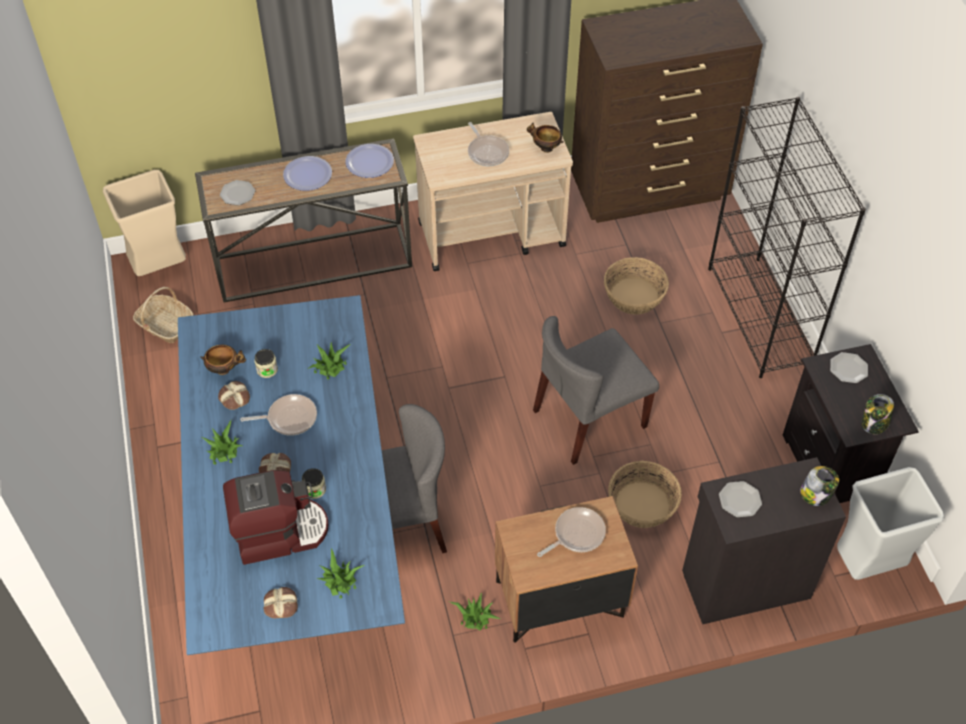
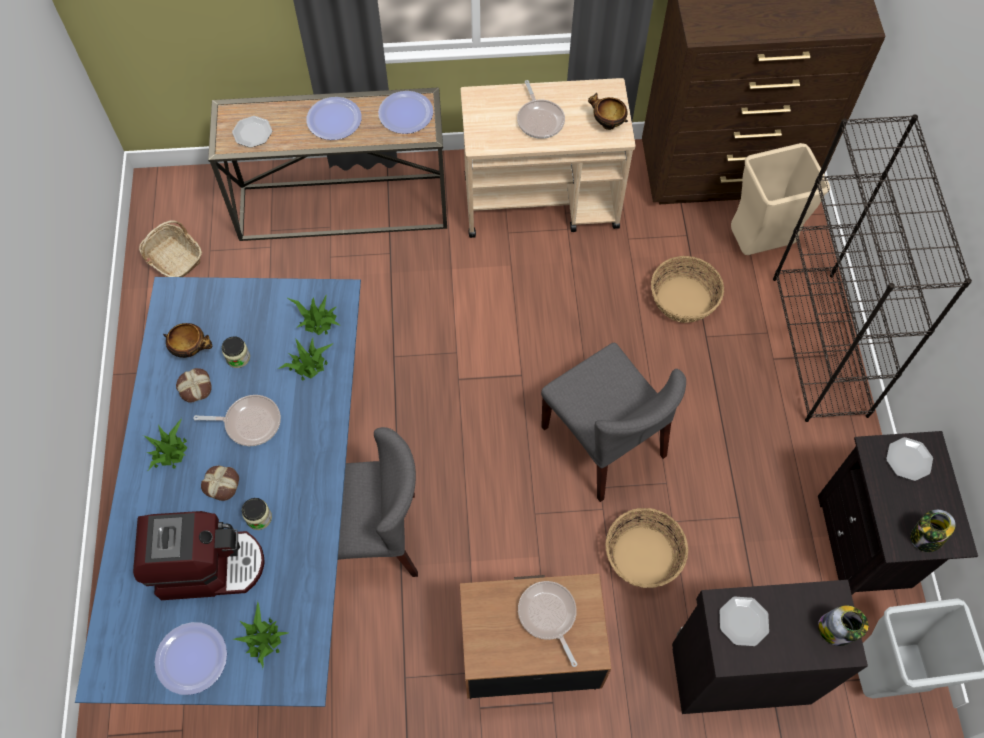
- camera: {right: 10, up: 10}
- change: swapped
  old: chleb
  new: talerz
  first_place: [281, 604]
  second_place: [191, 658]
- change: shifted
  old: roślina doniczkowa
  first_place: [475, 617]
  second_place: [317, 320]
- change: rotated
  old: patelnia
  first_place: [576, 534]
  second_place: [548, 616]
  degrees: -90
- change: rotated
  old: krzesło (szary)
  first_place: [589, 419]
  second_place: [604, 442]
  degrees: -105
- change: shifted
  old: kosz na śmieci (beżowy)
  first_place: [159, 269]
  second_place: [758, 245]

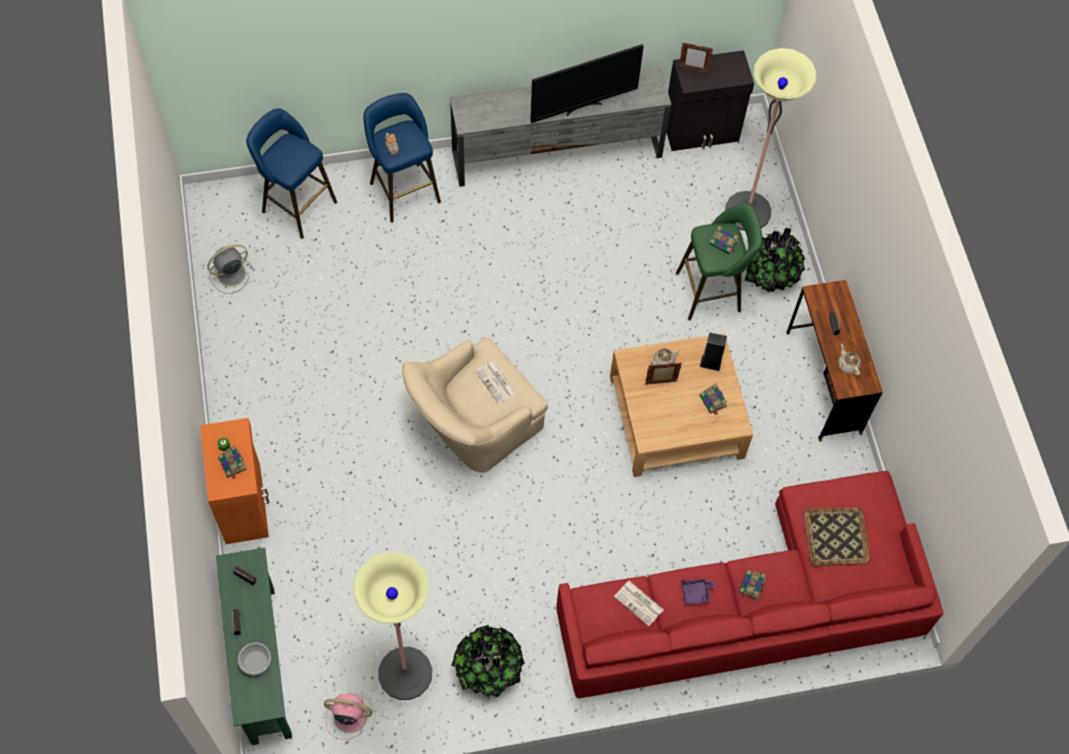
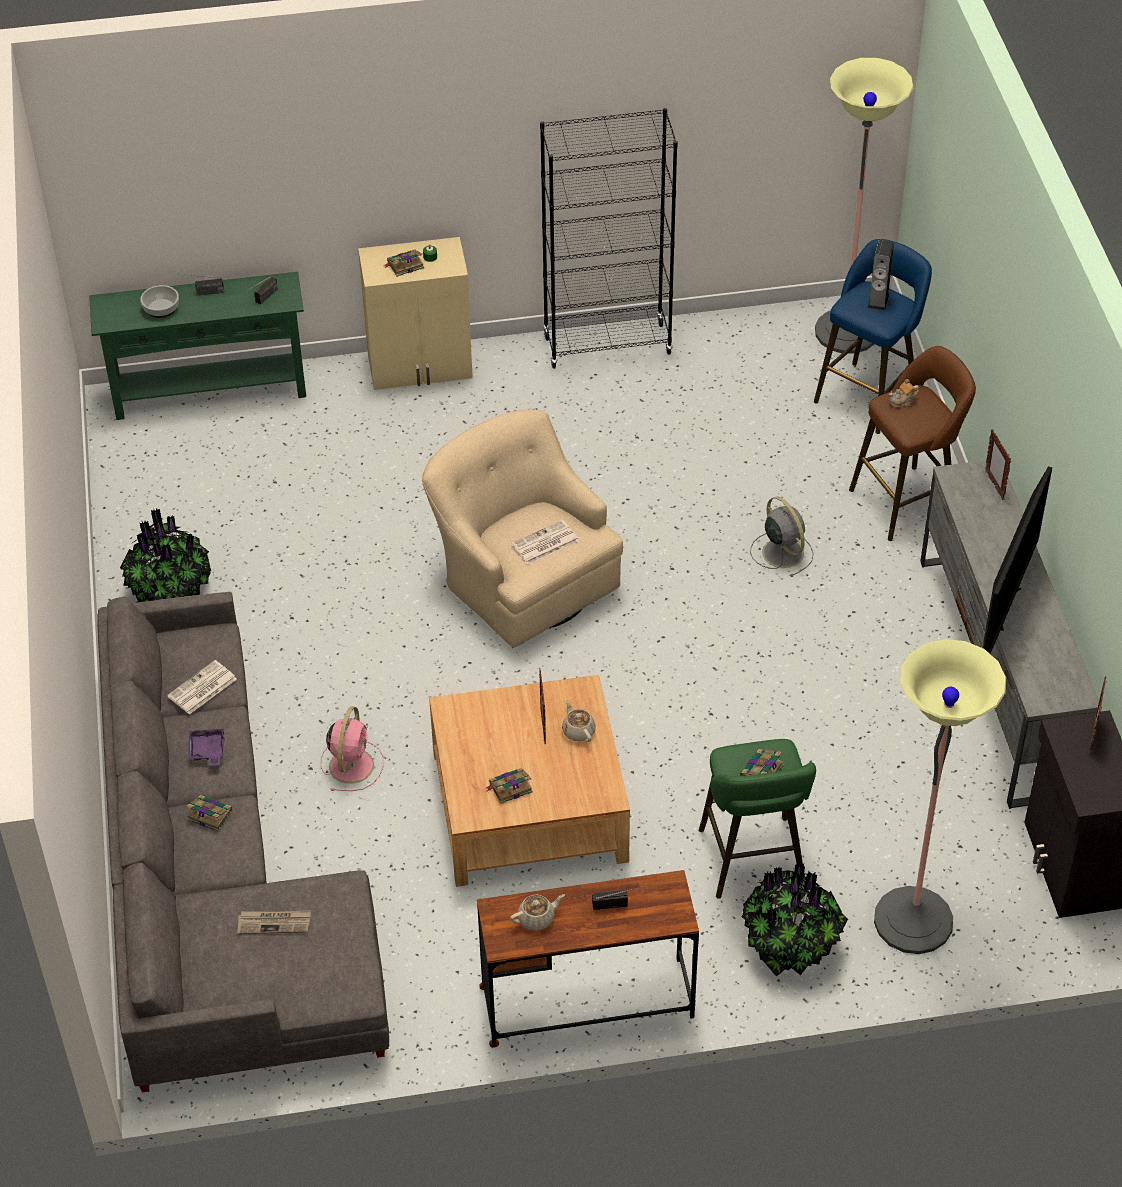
- camera: {right: 95, up: -15}
- change: repainted
  old: kanapa (czerwony)
  new: kanapa (szary)
  first_place: [756, 606]
  second_place: [217, 886]
- change: swapped
  old: taca
  new: gazeta
  first_place: [835, 536]
  second_place: [274, 923]
- change: shifted
  old: wentylator (różowy)
  first_place: [349, 716]
  second_place: [352, 764]
- change: repainted
  old: szafka (pomarańczowy)
  new: szafka (beżowy)
  first_place: [244, 503]
  second_place: [421, 367]
- change: new
  new: regał (czarny)
  second_place: [607, 345]
- change: shifted
  old: wentylator (szary)
  first_place: [230, 275]
  second_place: [781, 551]
- change: shifted
  old: lampa stojąca
  first_place: [405, 673]
  second_place: [846, 332]
- change: repainted
  old: stołek (niebieski)
  new: stołek (brązowy)
  first_place: [403, 189]
  second_place: [907, 501]
- change: shifted
  old: głośnik
  first_place: [710, 363]
  second_place: [878, 300]
- change: rotated
  old: telewizor
  first_place: [583, 106]
  second_place: [1005, 607]
  degrees: -135
- change: new
  new: ramka na zdjęcie
  second_place: [994, 485]

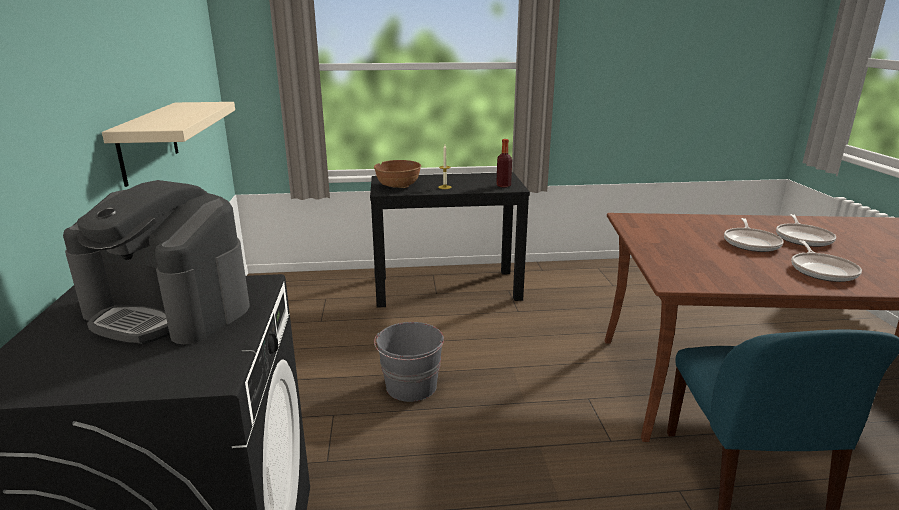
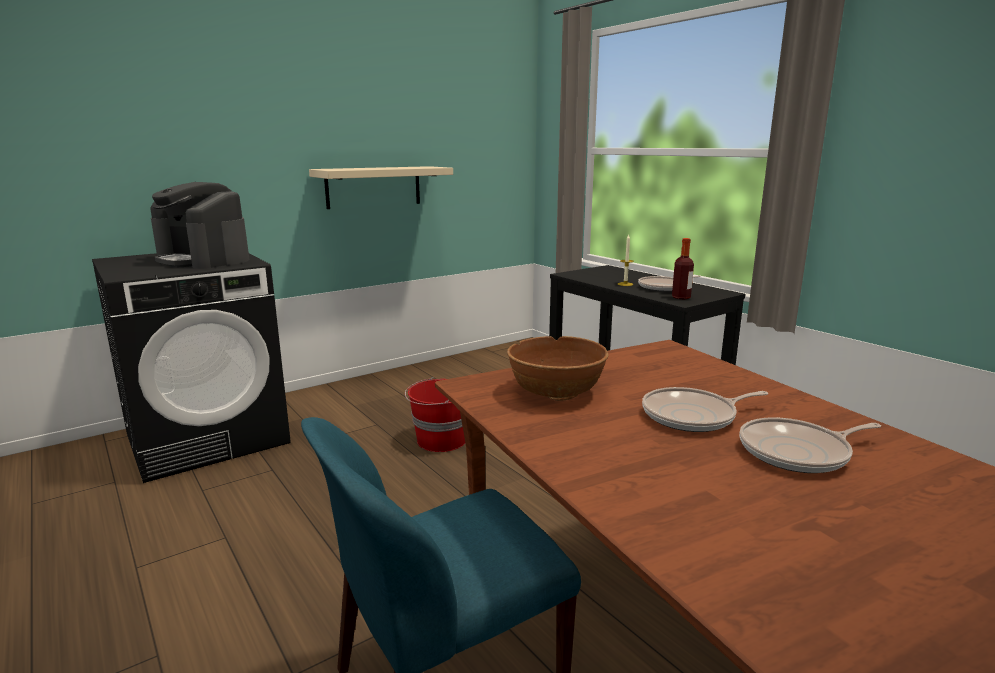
- camera: {right: 60, up: -5}
- change: rotated
  old: ekspres do kawy
  first_place: [170, 310]
  second_place: [204, 260]
  degrees: -45
- change: repainted
  old: wiadro (szary)
  new: wiadro (czerwony)
  first_place: [411, 387]
  second_place: [440, 440]
- change: shifted
  old: miska (brązowy)
  first_place: [398, 186]
  second_place: [555, 392]
- change: shifted
  old: patelnia
  first_place: [822, 270]
  second_place: [664, 287]

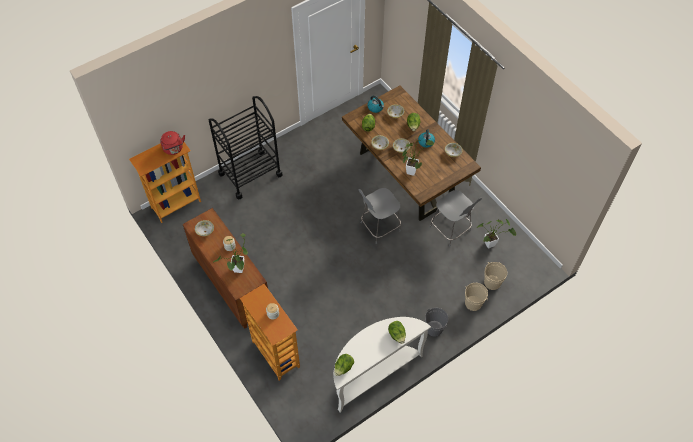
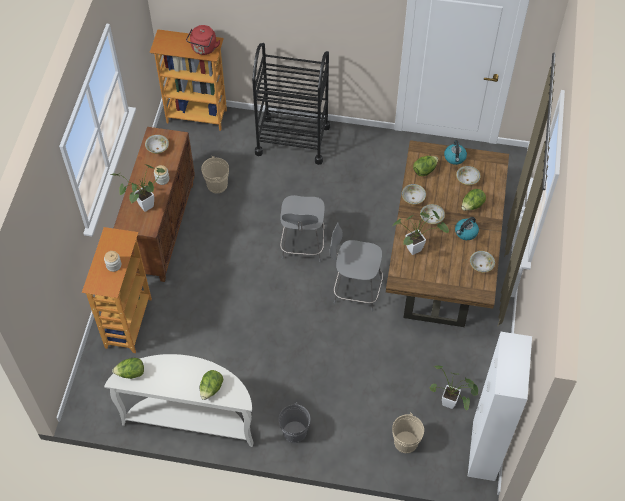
- camera: {right: 45, up: 0}
- change: shifted
  old: wiadro (beżowy)
  first_place: [473, 303]
  second_place: [217, 185]
- change: shifted
  old: krzesło (szary)
  first_place: [451, 230]
  second_place: [302, 246]
- change: new
  new: szafka (biały)
  second_place: [483, 450]

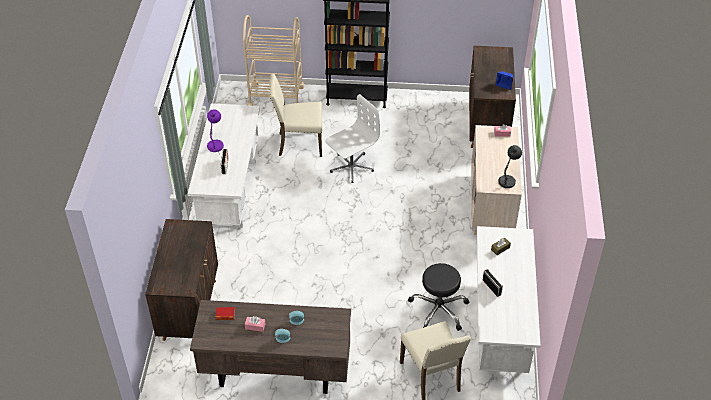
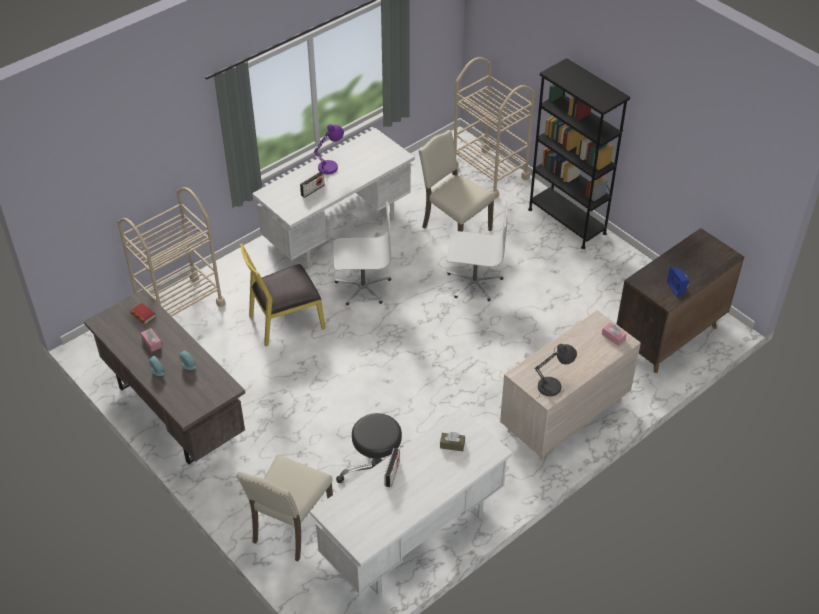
- camera: {right: 45, up: 0}
- change: swapped
  old: szafka (brązowy)
  new: wózek (beżowy)
  first_place: [189, 309]
  second_place: [180, 306]
- change: new
  new: krzesło (żółty)
  second_place: [285, 321]
- change: new
  new: krzesło biurowe (biały)
  second_place: [363, 287]

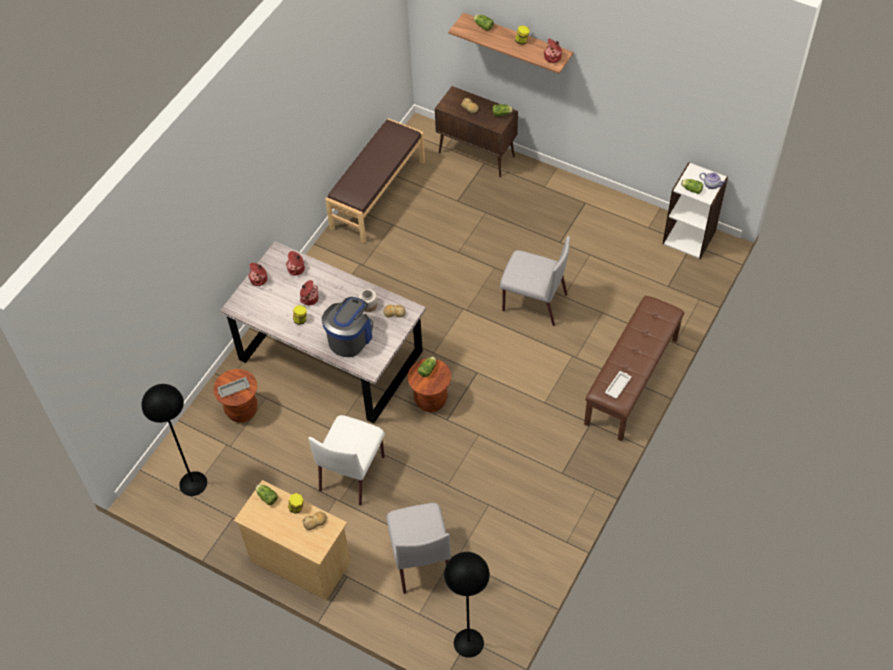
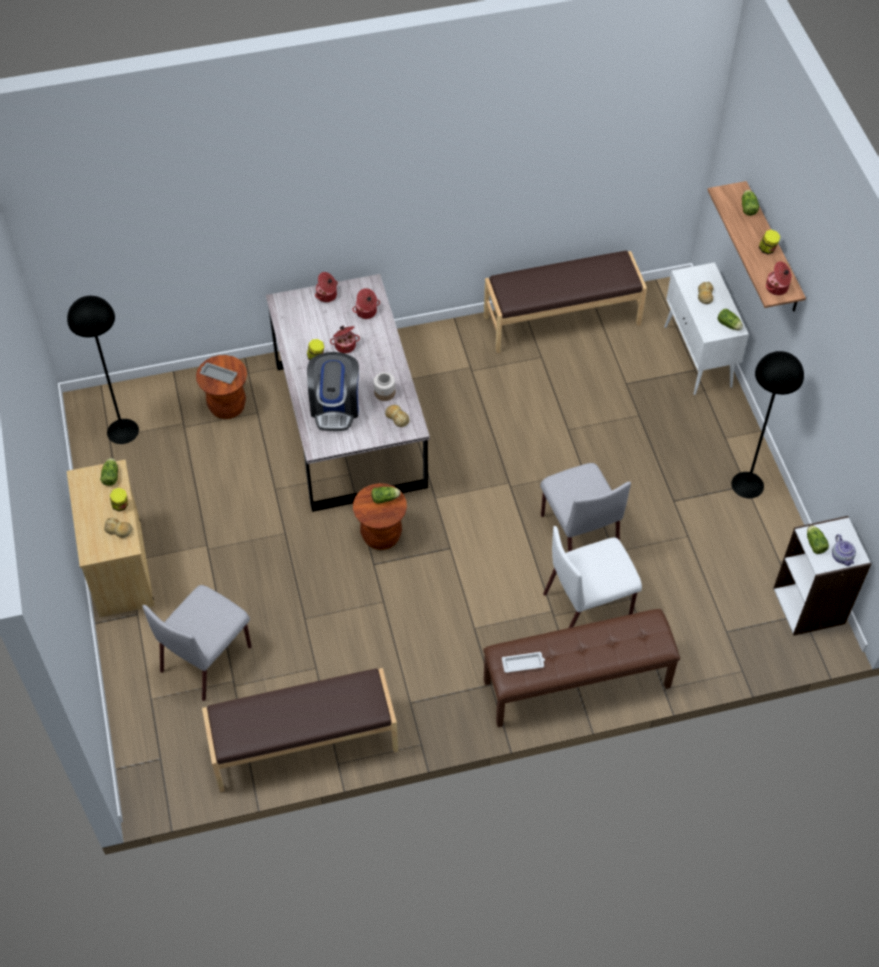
- camera: {right: 45, up: 0}
- change: new
  new: ławka (brązowy)
  second_place: [304, 745]
- change: rotated
  old: ekspres do kawy
  first_place: [350, 337]
  second_place: [335, 406]
  degrees: 105
- change: shifted
  old: krzesło (biały)
  first_place: [352, 472]
  second_place: [589, 604]
- change: repainted
  old: szafka (brązowy)
  new: szafka (biały)
  first_place: [477, 155]
  second_place: [698, 357]
- change: shifted
  old: lampa stojąca (czarny)
  first_place: [468, 643]
  second_place: [747, 484]

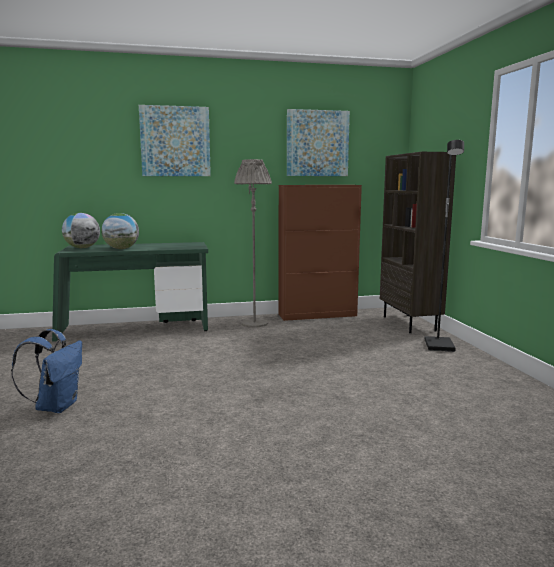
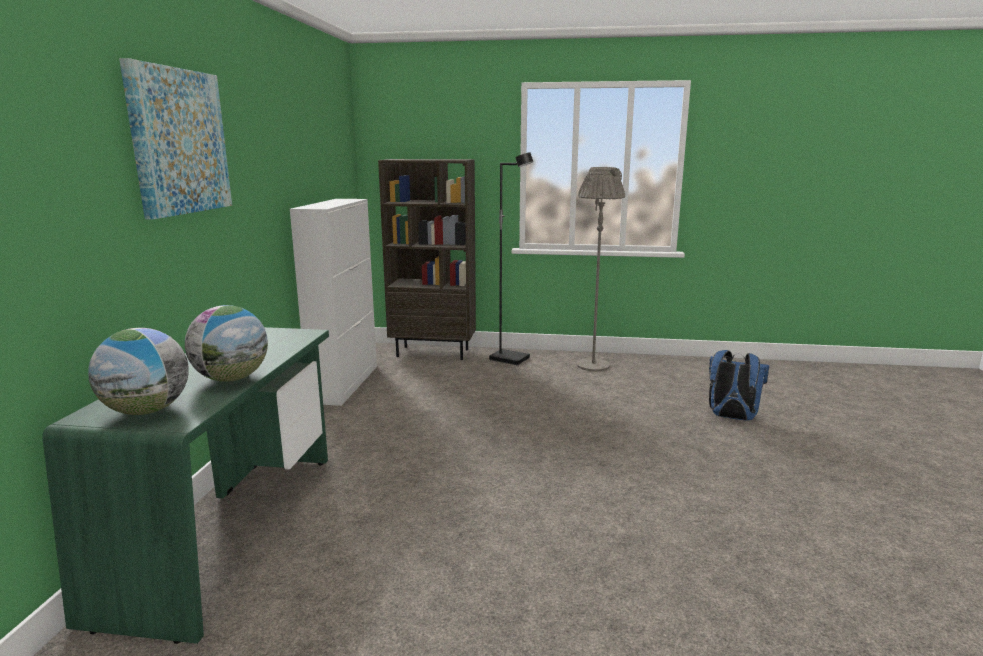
- camera: {right: -70, up: 5}
- change: repainted
  old: szafka (brązowy)
  new: szafka (biały)
  first_place: [318, 315]
  second_place: [345, 383]
- change: shifted
  old: lampa stojąca (szary)
  first_place: [254, 323]
  second_place: [593, 365]
- change: shifted
  old: plecak (niebieski)
  first_place: [56, 406]
  second_place: [731, 417]
- change: gone
  old: obraz
  first_place: [317, 143]

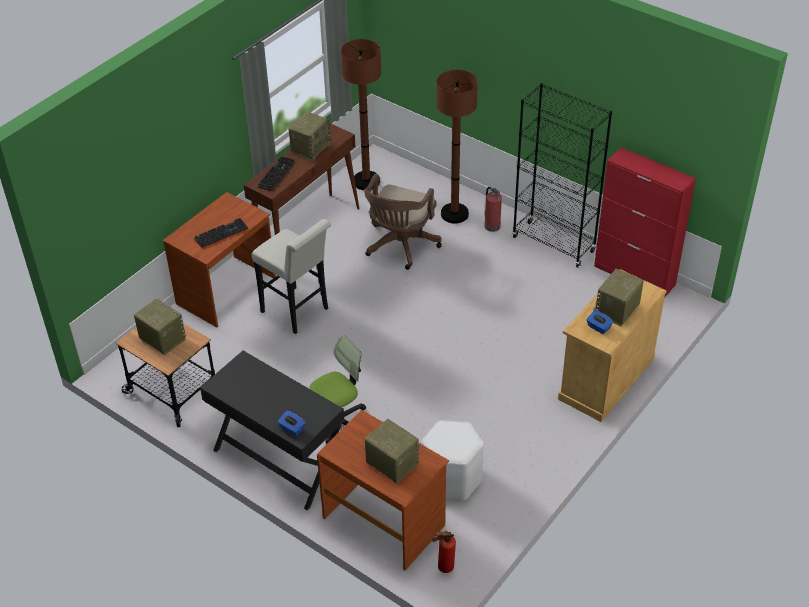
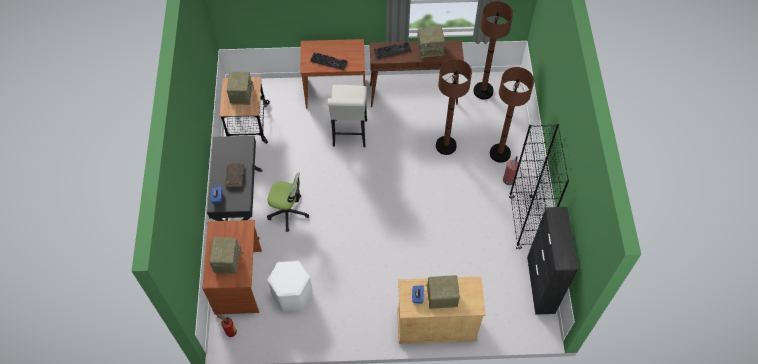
- camera: {right: 50, up: 15}
- change: new
  new: książka (brązowy)
  second_place: [235, 176]
- change: swapped
  old: krzesło biurowe (brązowy)
  new: lampa stojąca (brązowy)
  first_place: [400, 246]
  second_place: [446, 146]
- change: repainted
  old: szafka (czerwony)
  new: szafka (czarny)
  first_place: [635, 275]
  second_place: [540, 285]

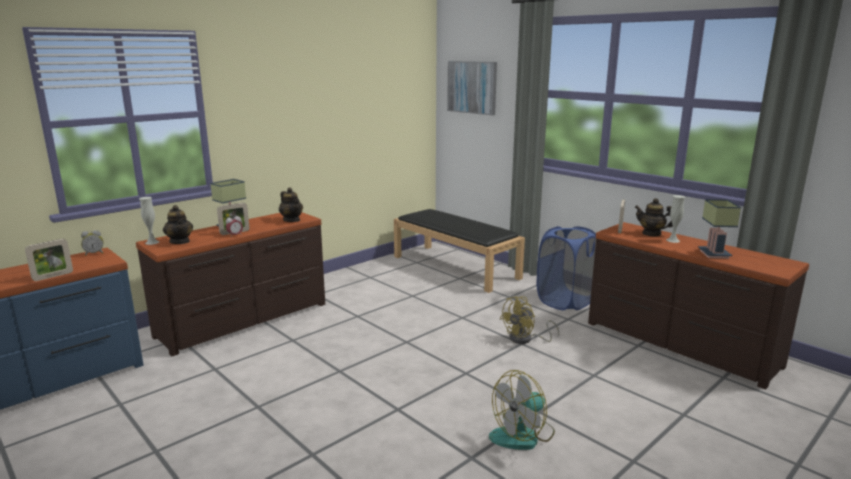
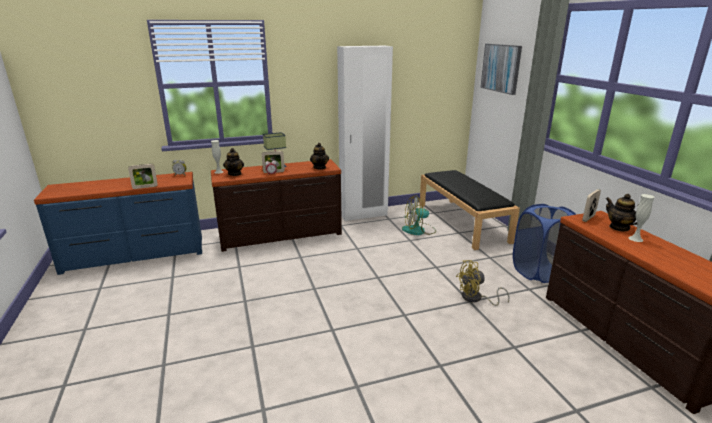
- camera: {right: 25, up: 5}
- change: new
  new: szafa (biały)
  second_place: [363, 215]
- change: shifted
  old: wentylator
  first_place: [523, 435]
  second_place: [419, 230]
- change: gone
  old: lampa stołowa
  first_place: [716, 255]

